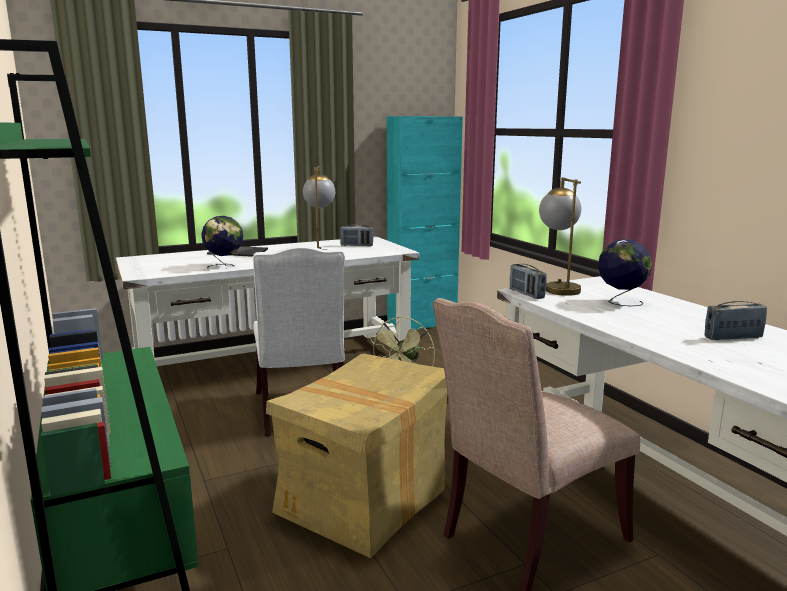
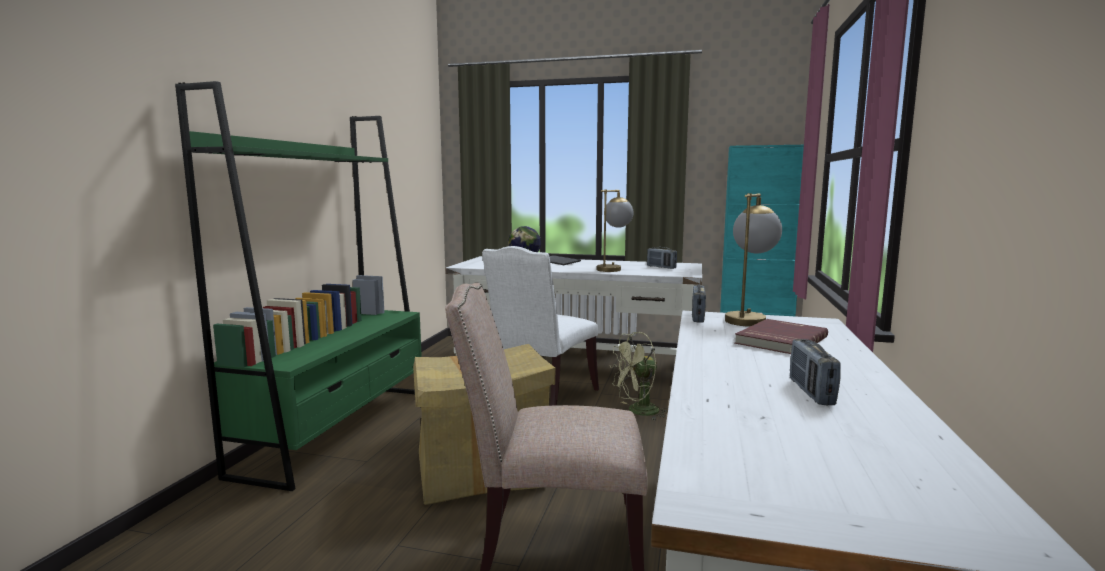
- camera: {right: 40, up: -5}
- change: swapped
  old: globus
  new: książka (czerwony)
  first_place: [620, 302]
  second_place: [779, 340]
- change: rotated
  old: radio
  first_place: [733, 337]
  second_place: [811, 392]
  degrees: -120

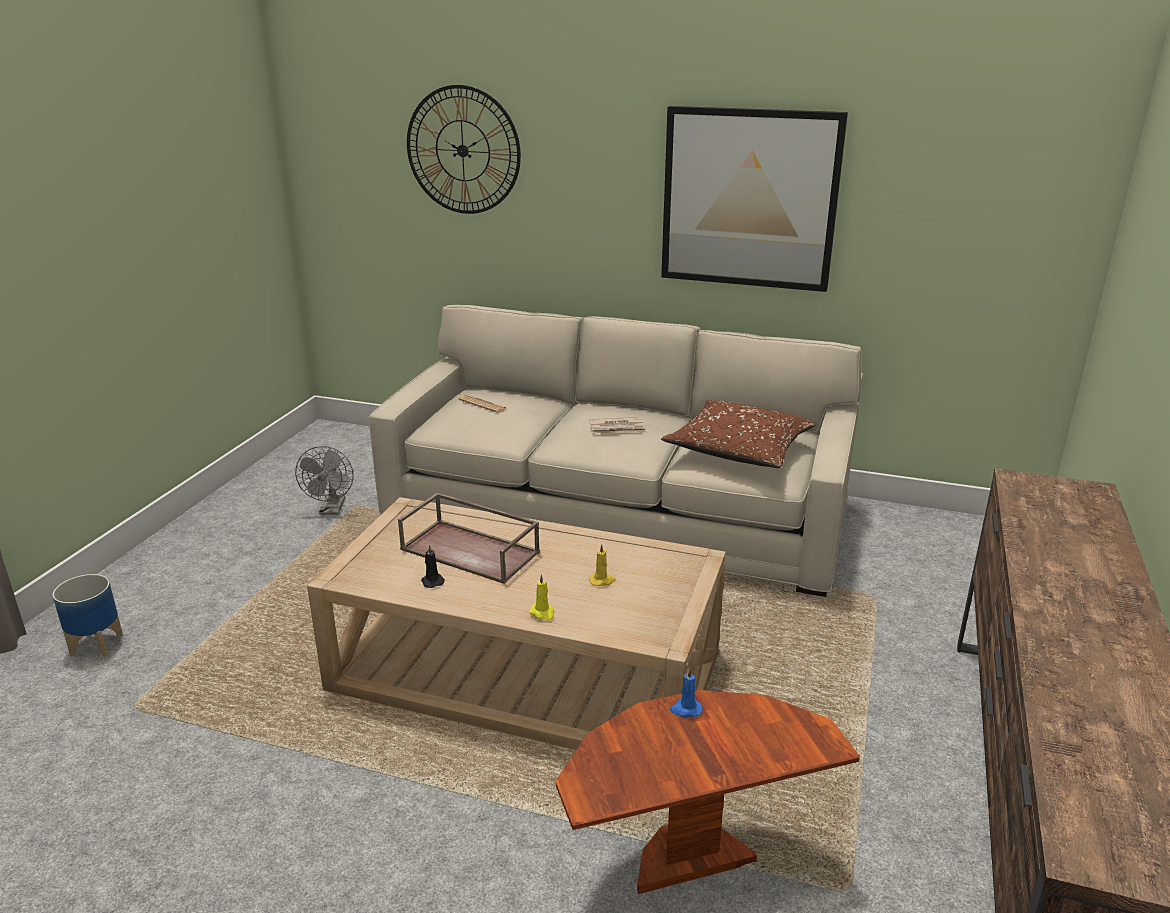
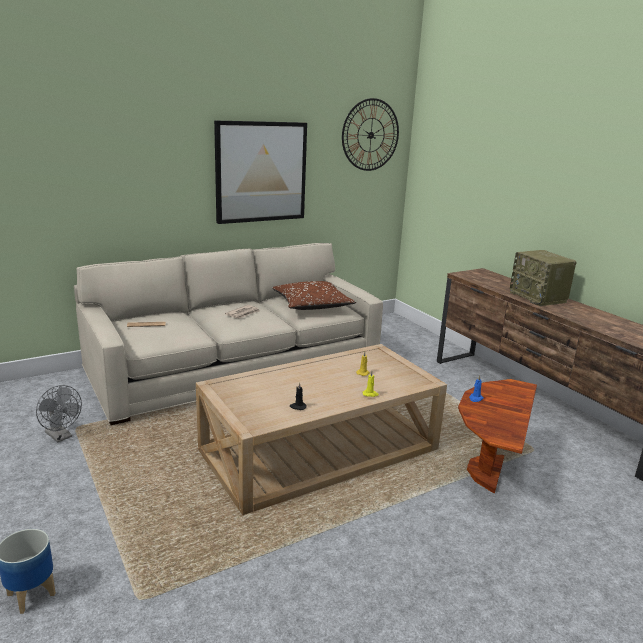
- camera: {right: -50, up: -5}
- change: shifted
  old: zegar ścienny
  first_place: [463, 150]
  second_place: [370, 135]
- change: new
  new: radio
  second_place: [539, 297]
- change: gone
  old: taca (brązowy)
  first_place: [472, 550]

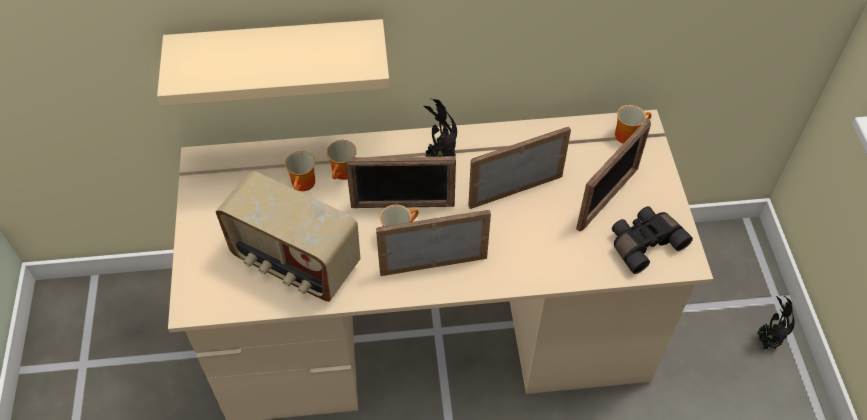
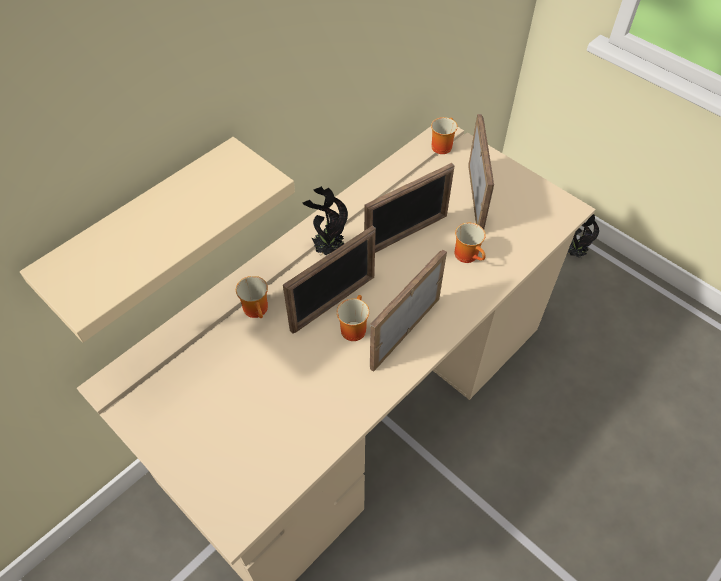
- camera: {right: -40, up: 0}
- change: rotated
  old: ramka na zdjęcie
  first_place: [515, 190]
  second_place: [406, 234]
  degrees: -150
- change: shifted
  old: kubek
  first_place: [304, 184]
  second_place: [469, 255]
- change: gone
  old: radio
  first_place: [295, 263]
- change: gone
  old: lornetka (czarny)
  first_place: [644, 243]

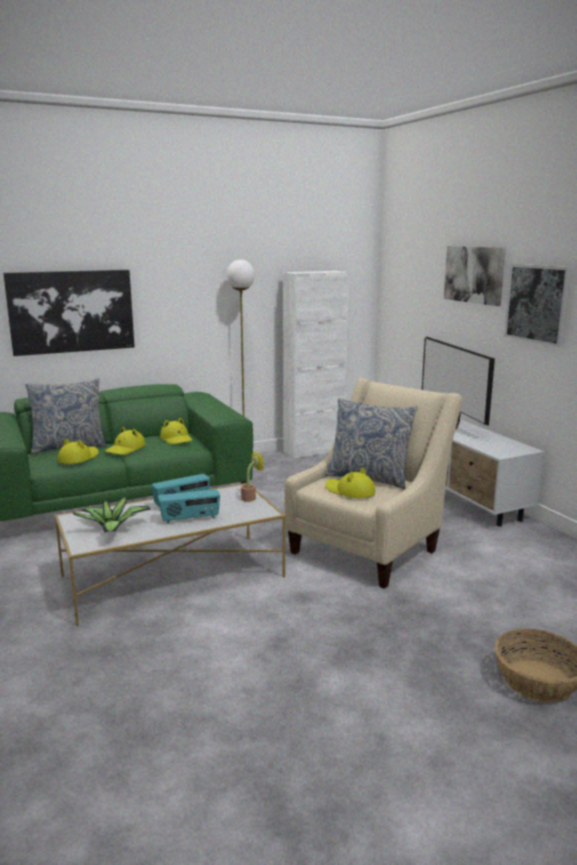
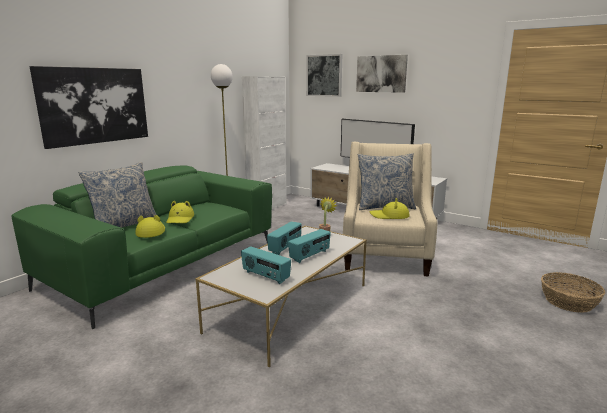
- camera: {right: -30, up: 0}
- change: swapped
  old: roślina doniczkowa
  new: radio
  first_place: [113, 529]
  second_place: [265, 276]
- change: shifted
  old: obraz
  first_place: [538, 303]
  second_place: [324, 75]
- change: gone
  old: kapelusz (żółty)
  first_place: [176, 439]

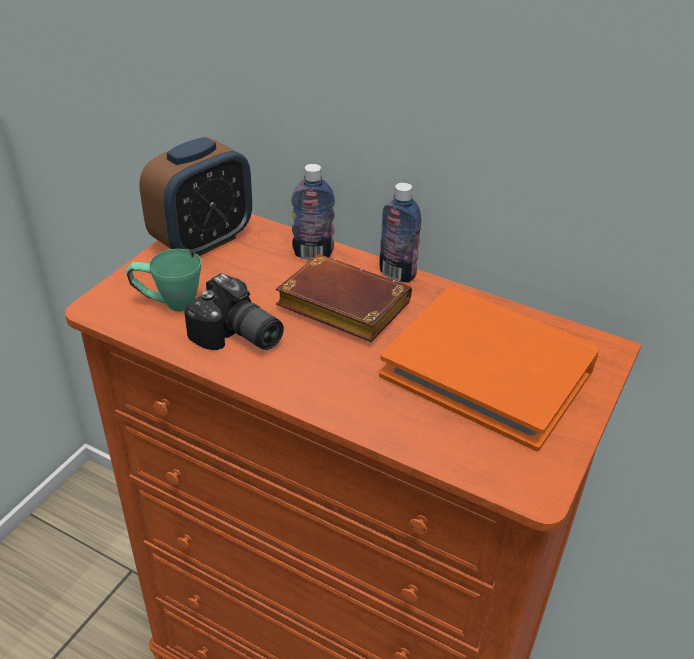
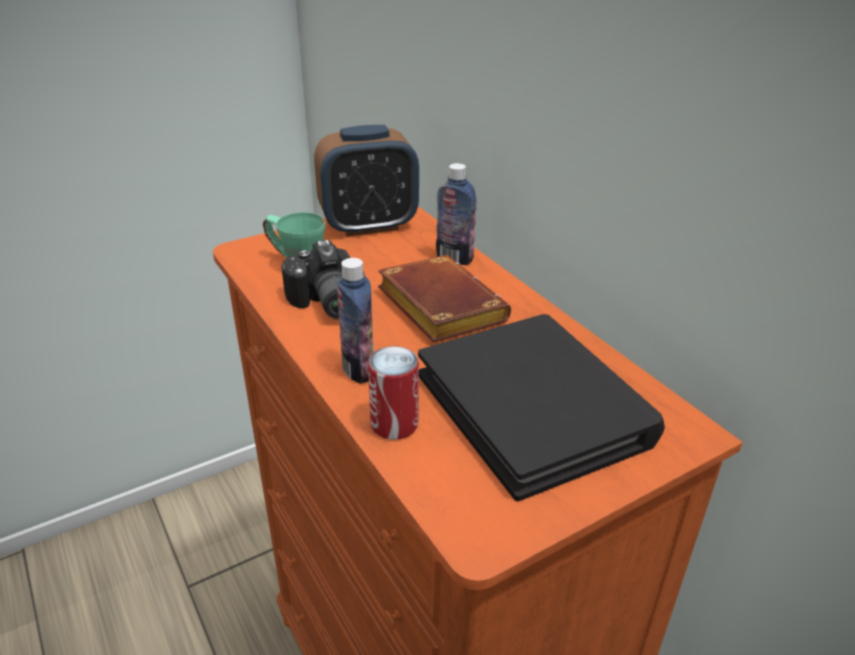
- camera: {right: 30, up: -5}
- change: shifted
  old: butelka
  first_place: [397, 274]
  second_place: [358, 369]
- change: new
  new: puszka
  second_place: [394, 424]
- change: repainted
  old: książka (pomarańczowy)
  new: książka (czarny)
  first_place: [489, 370]
  second_place: [534, 407]

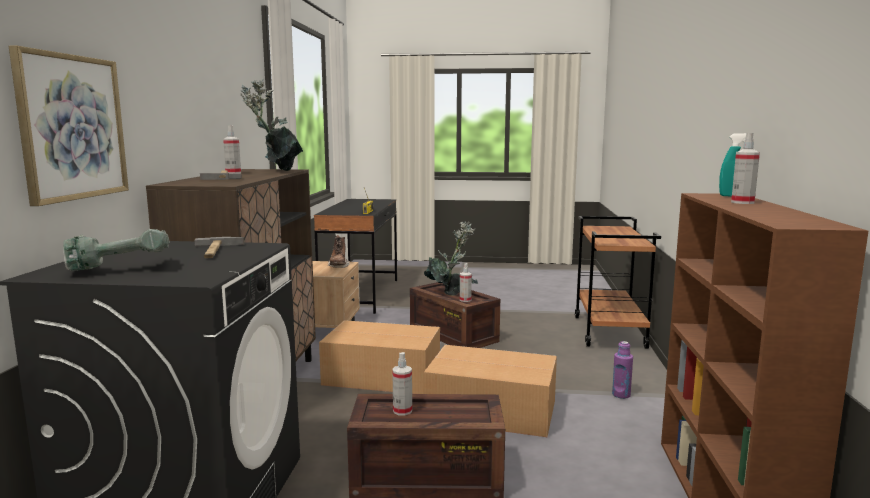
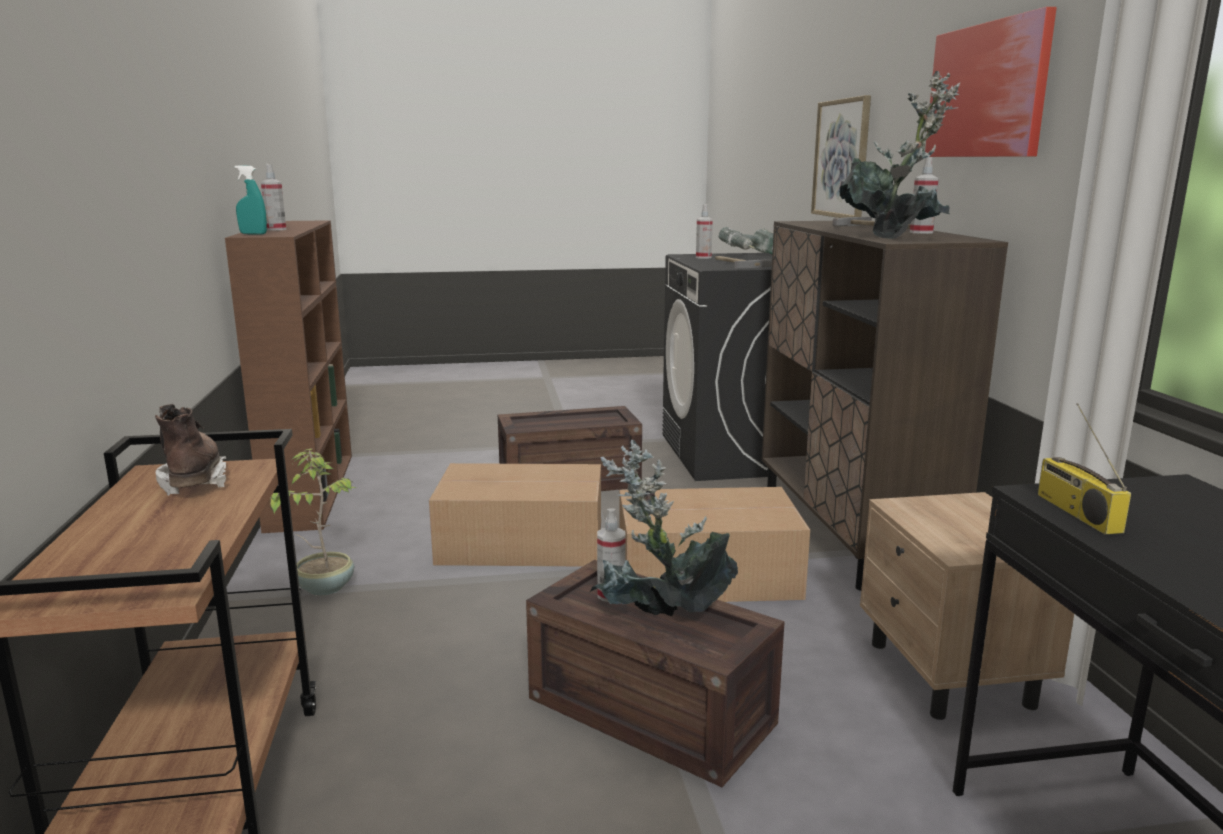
- camera: {right: 165, up: 5}
- change: shifted
  old: but z cholewką (brązowy)
  first_place: [338, 266]
  second_place: [194, 481]
- change: swapped
  old: butelka (fioletowy)
  new: roślina doniczkowa
  first_place: [621, 395]
  second_place: [324, 587]
- change: shifted
  old: spryskiwacz
  first_place: [402, 411]
  second_place: [703, 257]
- change: new
  new: obraz
  second_place: [987, 91]

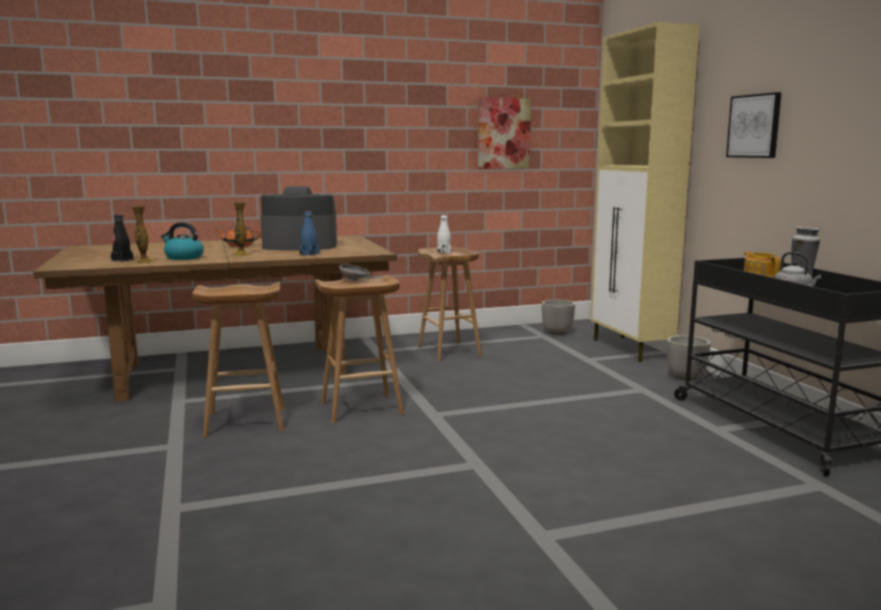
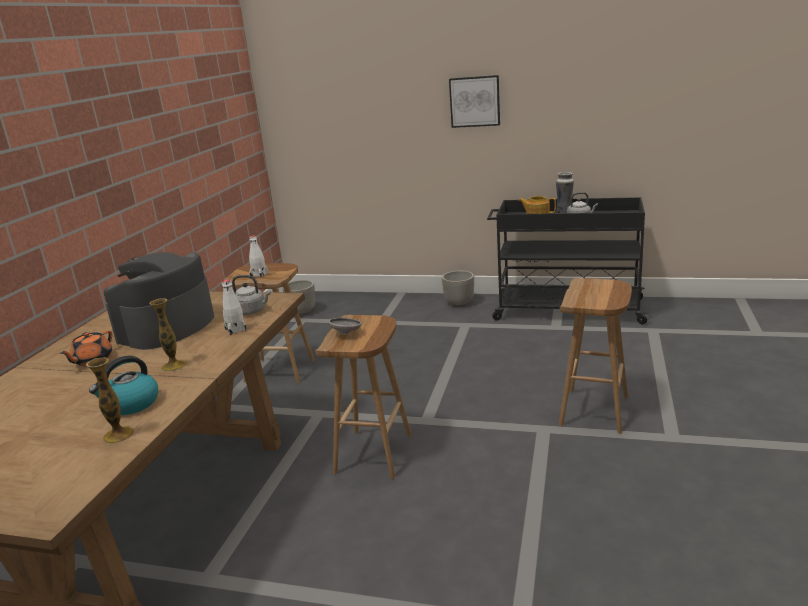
- camera: {right: -55, up: 10}
- change: repainted
  old: butelka (niebieski)
  new: butelka (biały)
  first_place: [309, 254]
  second_place: [235, 329]
- change: new
  new: czajnik (szary)
  second_place: [252, 311]
- change: shifted
  old: stołek (brązowy)
  first_place: [244, 422]
  second_place: [595, 411]
- change: gone
  old: butelka (czarny)
  first_place: [122, 260]
- change: gone
  old: obraz
  first_place: [503, 133]
- change: gone
  old: szafka (beżowy)
  first_place: [631, 349]

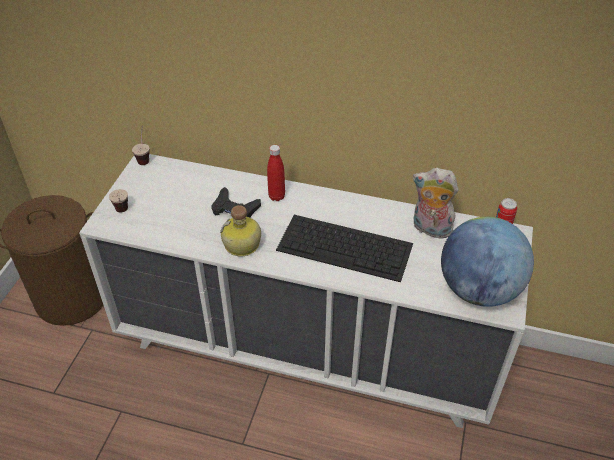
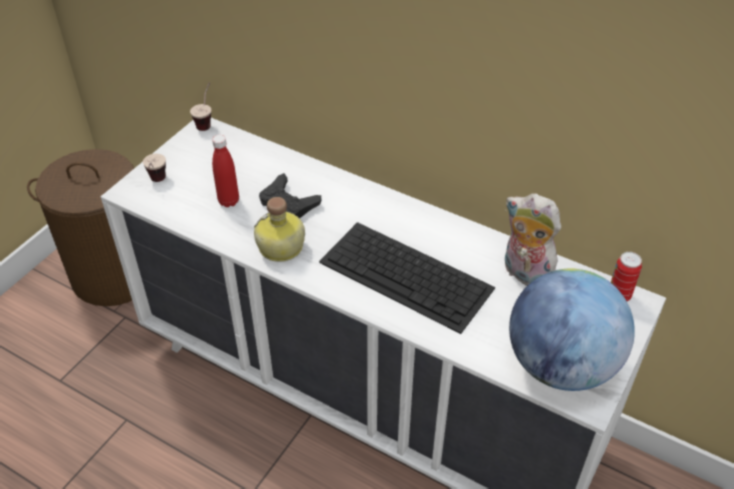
- camera: {right: 15, up: 0}
- change: shifted
  old: butelka (czerwony)
  first_place: [276, 196]
  second_place: [229, 201]

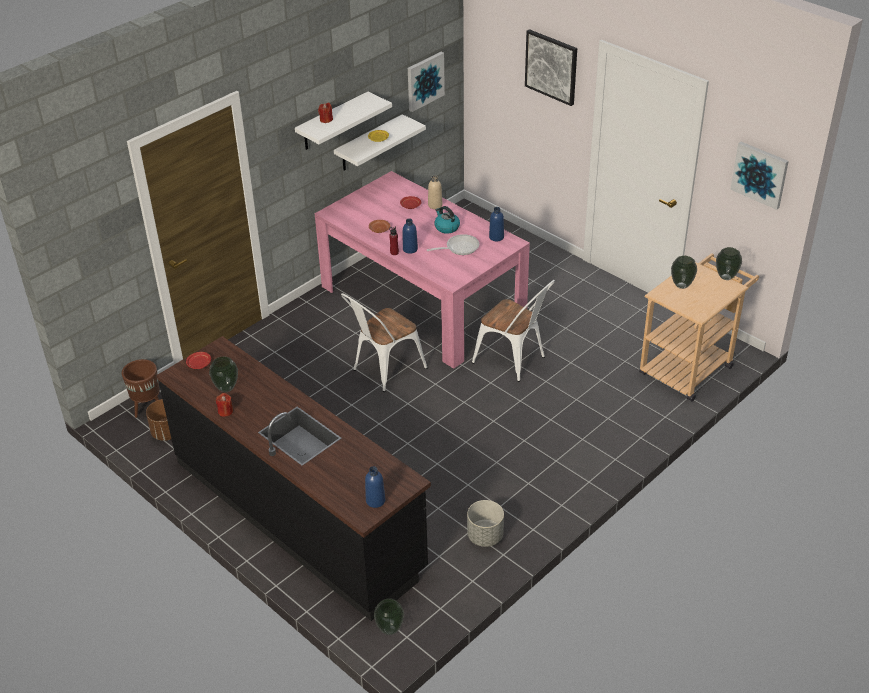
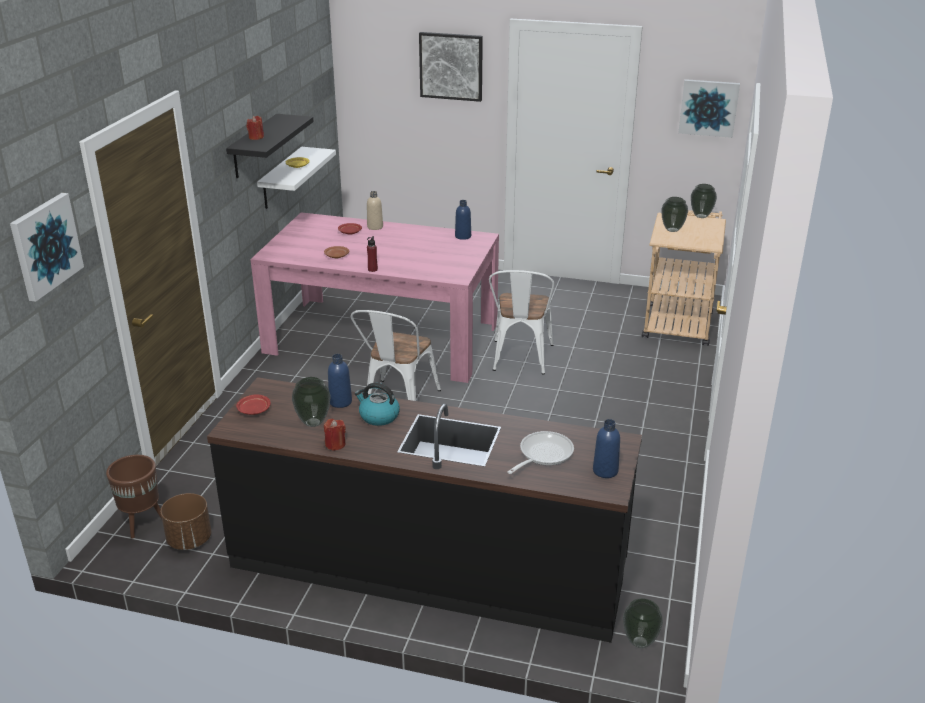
- camera: {right: -30, up: -10}
- change: shifted
  old: obraz
  first_place: [424, 81]
  second_place: [45, 246]
- change: repainted
  old: półka (biały)
  new: półka (czarny)
  first_place: [333, 122]
  second_place: [254, 146]
- change: shifted
  old: butelka (niebieski)
  first_place: [410, 249]
  second_place: [340, 402]
- change: shifted
  old: czajnik
  first_place: [446, 227]
  second_place: [378, 416]
- change: rotated
  old: krzesło (biały)
  first_place: [514, 361]
  second_place: [520, 360]
  degrees: 90
- change: shifted
  old: patelnia
  first_place: [459, 247]
  second_place: [542, 454]
- change: gone
  old: donica (szary)
  first_place: [485, 536]

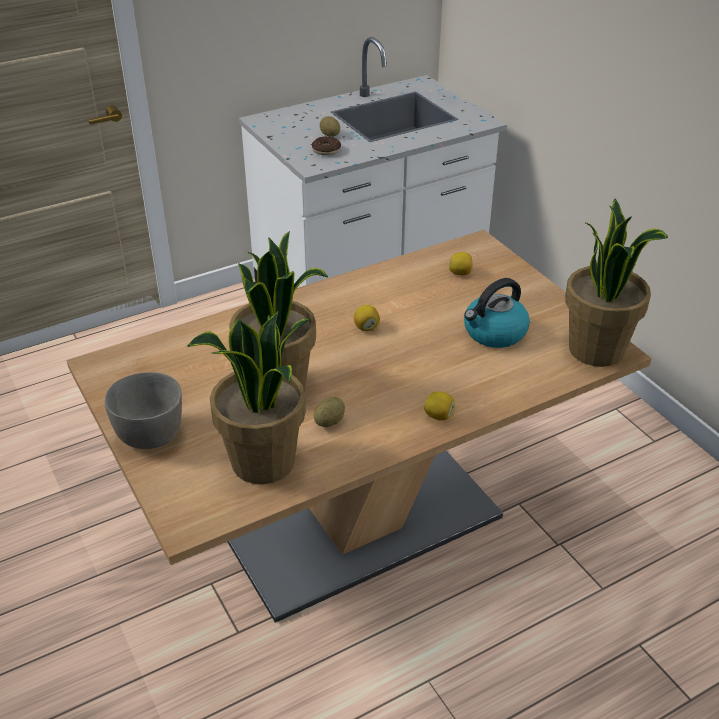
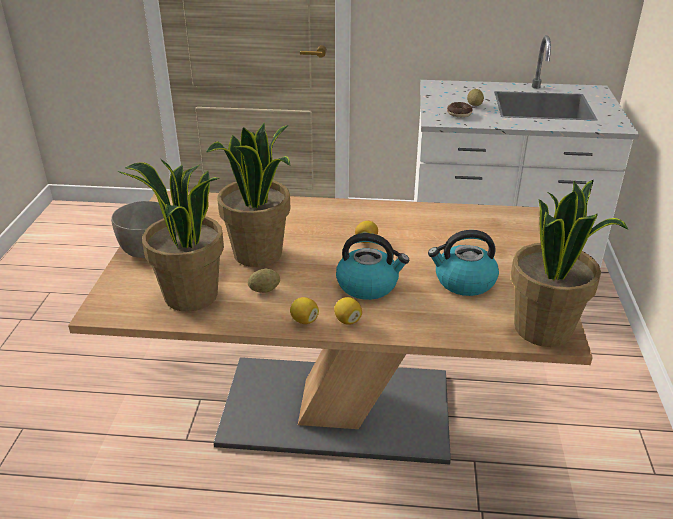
- camera: {right: 35, up: -5}
- change: shifted
  old: cytryna
  first_place: [460, 273]
  second_place: [304, 320]
- change: new
  new: czajnik
  second_place: [368, 285]

